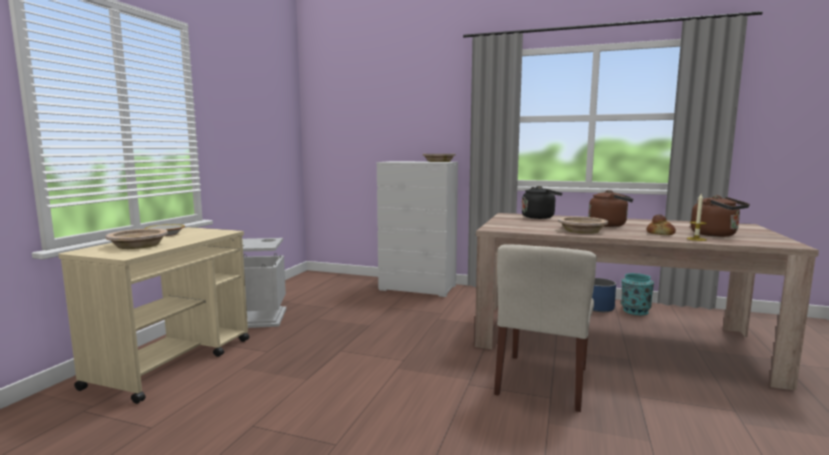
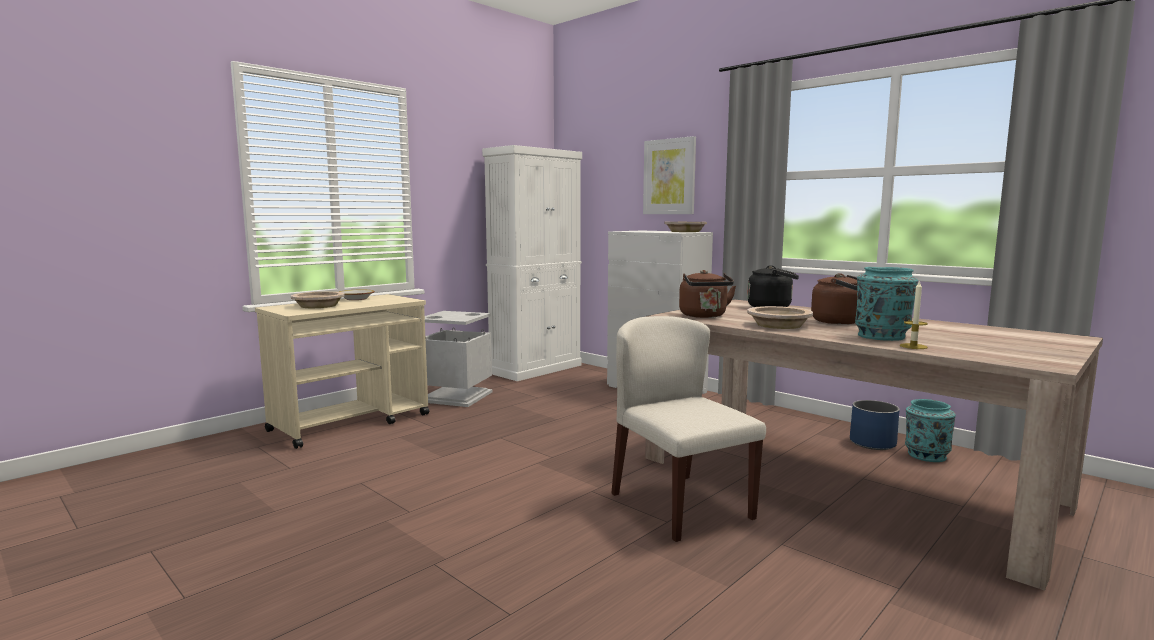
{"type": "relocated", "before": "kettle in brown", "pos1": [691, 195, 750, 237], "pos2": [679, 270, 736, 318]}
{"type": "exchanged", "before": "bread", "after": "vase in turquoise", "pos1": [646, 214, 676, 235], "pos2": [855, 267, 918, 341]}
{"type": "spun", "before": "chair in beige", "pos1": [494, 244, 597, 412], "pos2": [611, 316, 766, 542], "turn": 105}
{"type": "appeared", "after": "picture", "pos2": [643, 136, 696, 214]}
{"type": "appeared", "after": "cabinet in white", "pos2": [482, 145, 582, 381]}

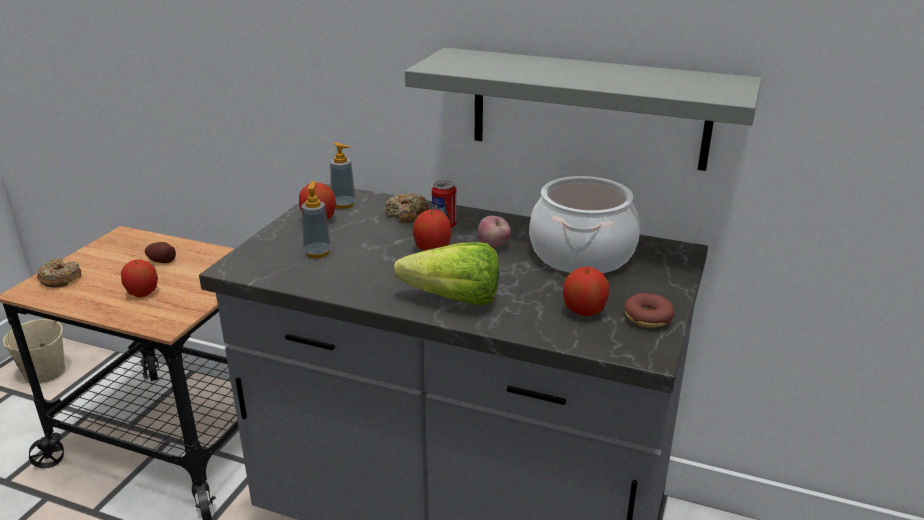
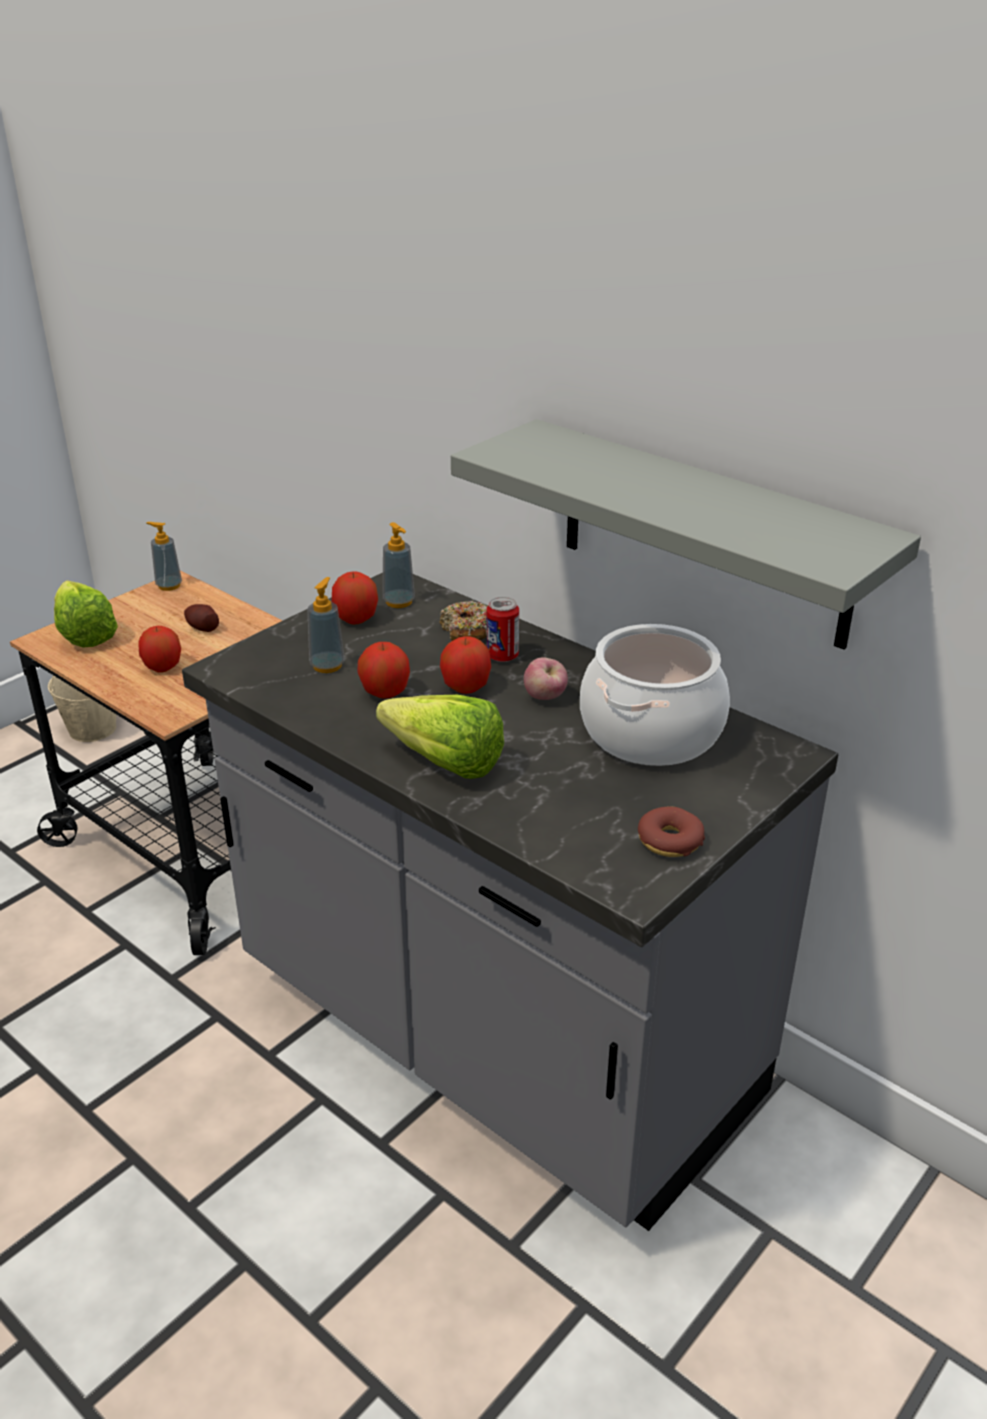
{"type": "exchanged", "before": "donut", "after": "lettuce", "pos1": [37, 258, 81, 288], "pos2": [54, 580, 118, 647]}
{"type": "relocated", "before": "apple", "pos1": [563, 266, 609, 316], "pos2": [357, 642, 410, 699]}
{"type": "appeared", "after": "soap dispenser", "pos2": [146, 522, 182, 591]}

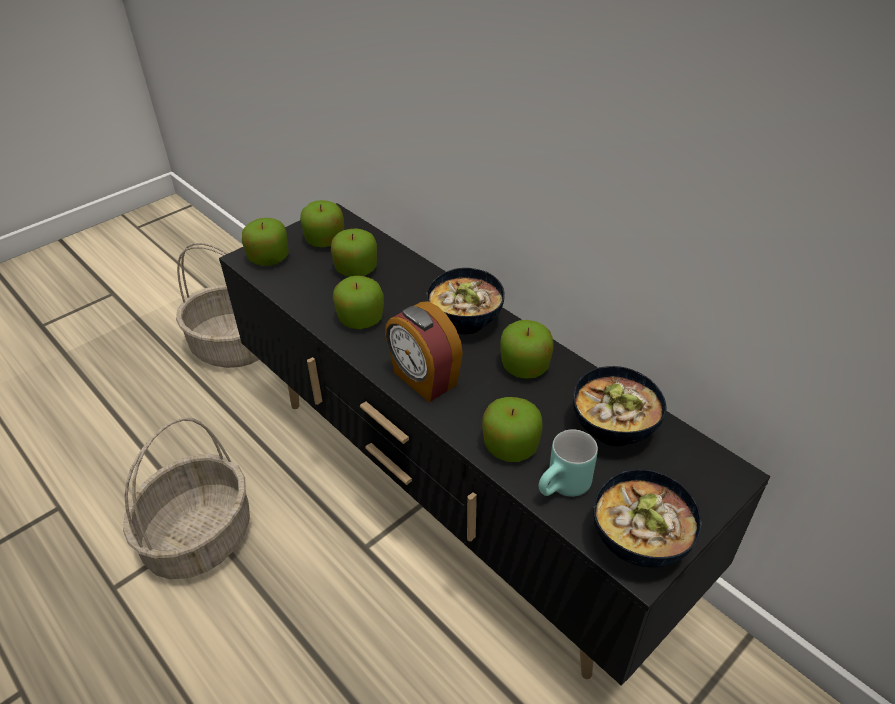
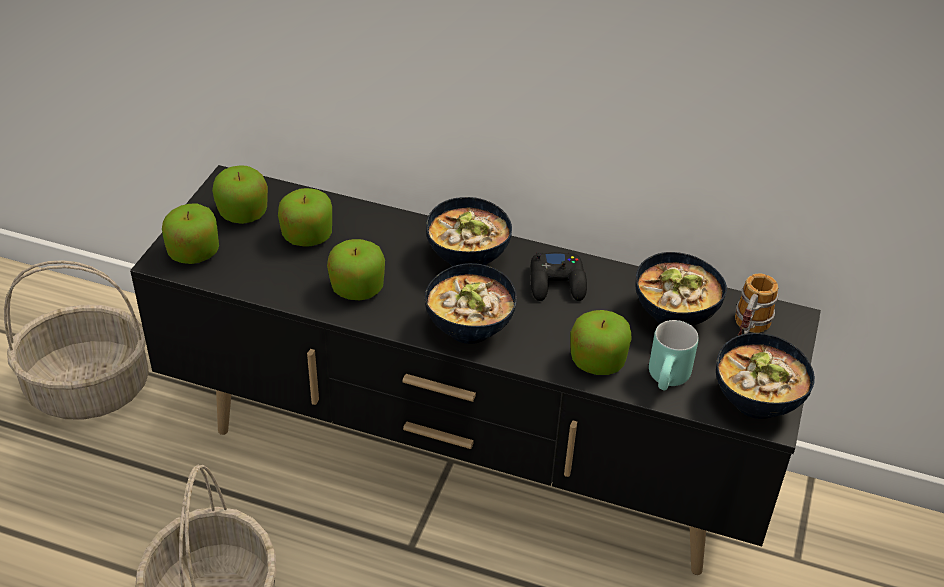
{"type": "exchanged", "before": "alarm clock", "after": "bowl", "pos1": [385, 301, 463, 402], "pos2": [425, 263, 517, 344]}
{"type": "exchanged", "before": "apple", "after": "game controller in black", "pos1": [500, 320, 554, 379], "pos2": [530, 252, 587, 301]}
{"type": "appeared", "after": "mug", "pos2": [735, 274, 778, 335]}

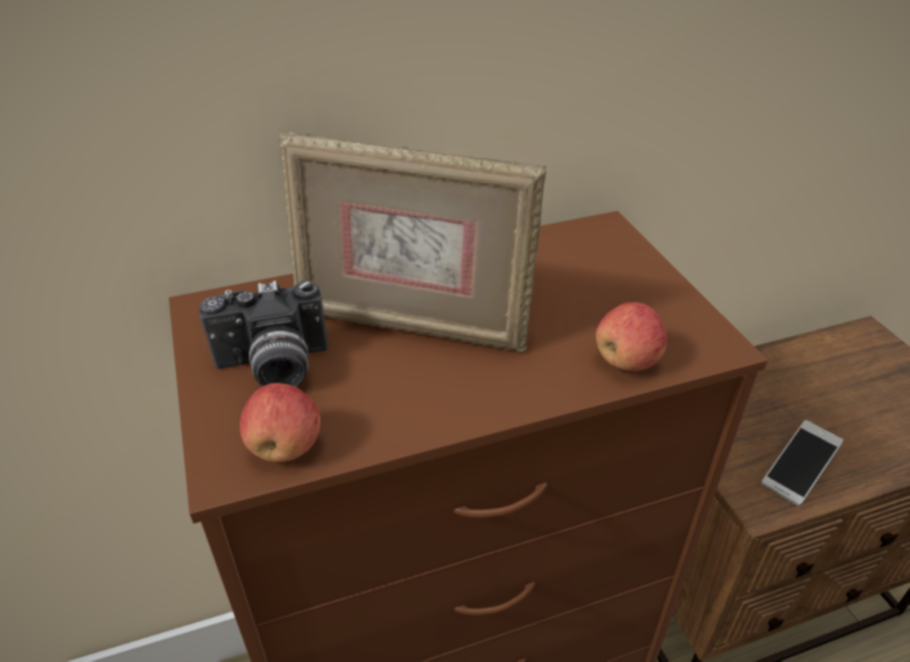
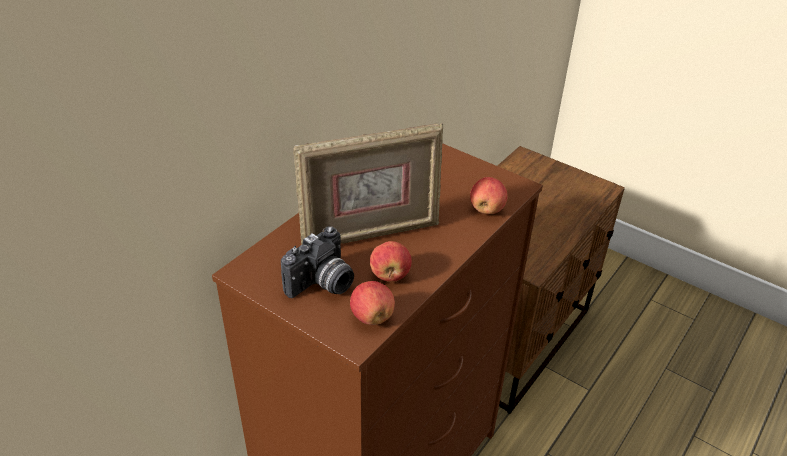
{"type": "missing", "before": "phone", "pos1": [761, 420, 843, 506]}
{"type": "appeared", "after": "apple", "pos2": [370, 241, 412, 282]}

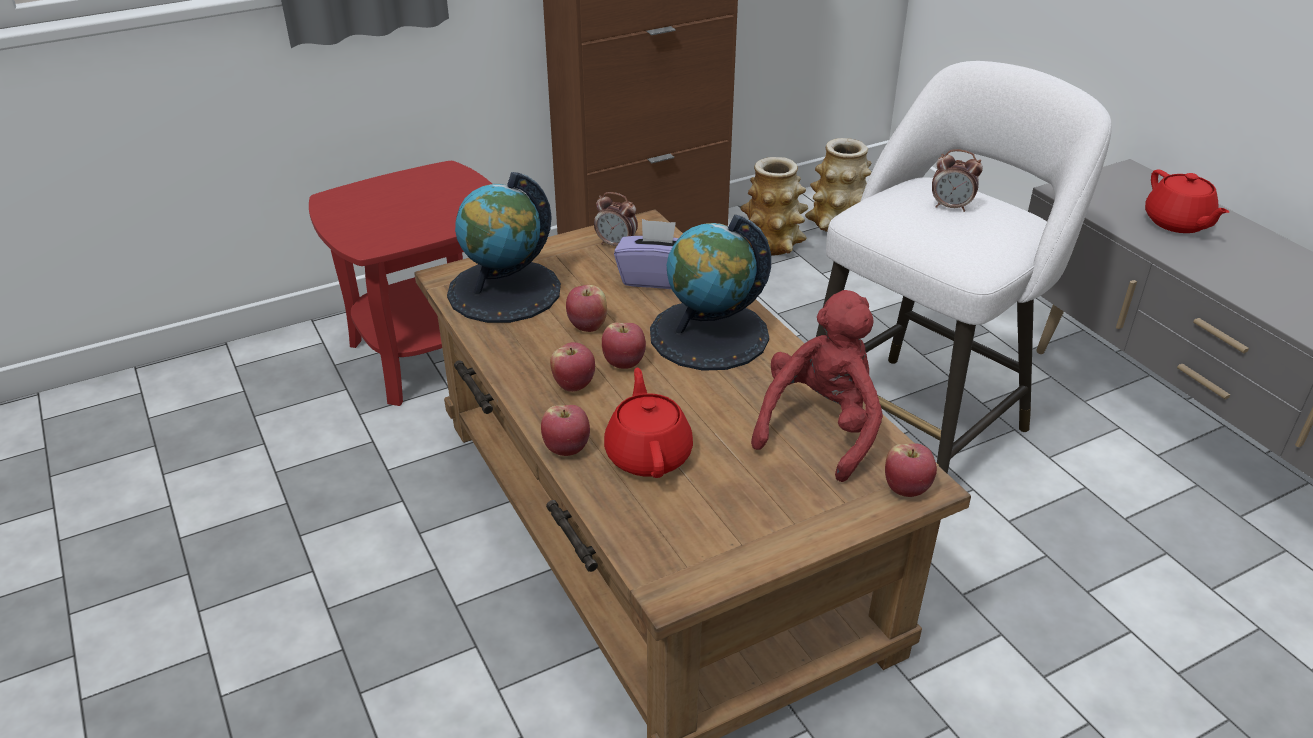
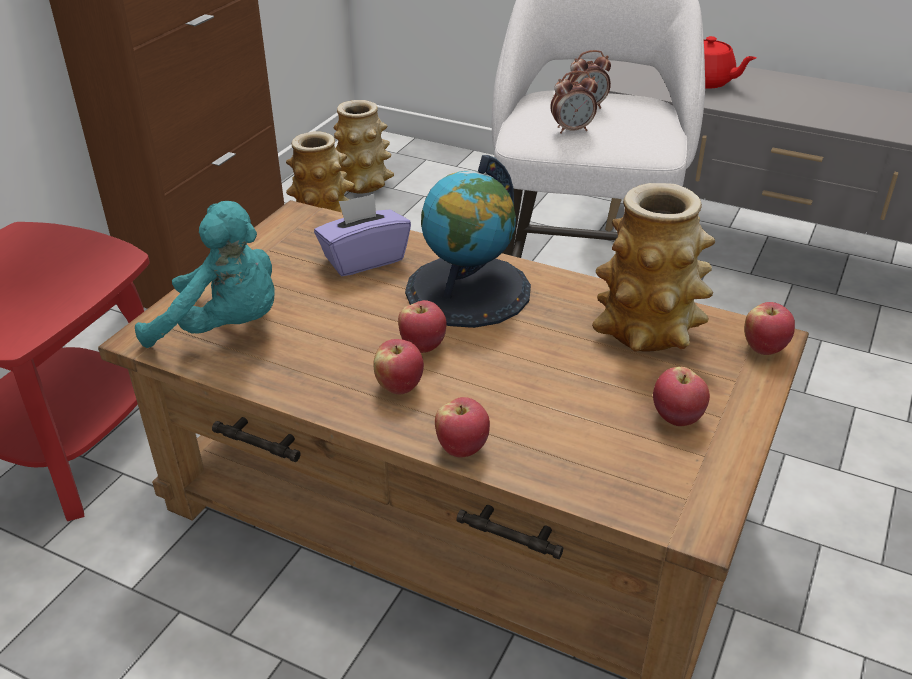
{"type": "exchanged", "before": "globe", "after": "plush toy in turquoise", "pos1": [447, 172, 561, 323], "pos2": [135, 201, 275, 348]}
{"type": "relocated", "before": "alarm clock", "pos1": [594, 192, 638, 246], "pos2": [550, 71, 598, 134]}
{"type": "relocated", "before": "apple", "pos1": [566, 285, 607, 332], "pos2": [653, 367, 710, 426]}
{"type": "exchanged", "before": "plush toy in red", "after": "vase", "pos1": [751, 290, 883, 482], "pos2": [592, 183, 715, 352]}
{"type": "missing", "before": "teapot in red", "pos1": [604, 368, 693, 478]}

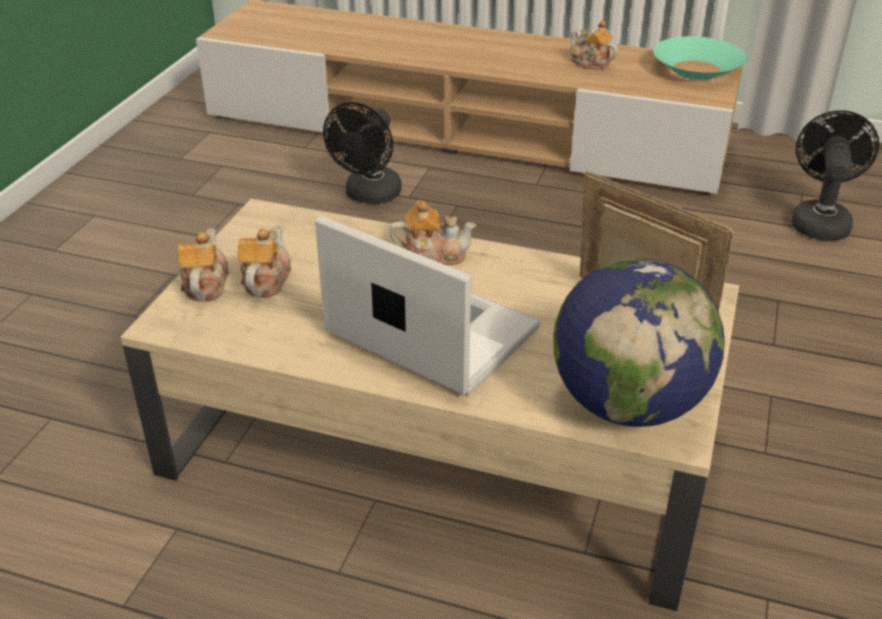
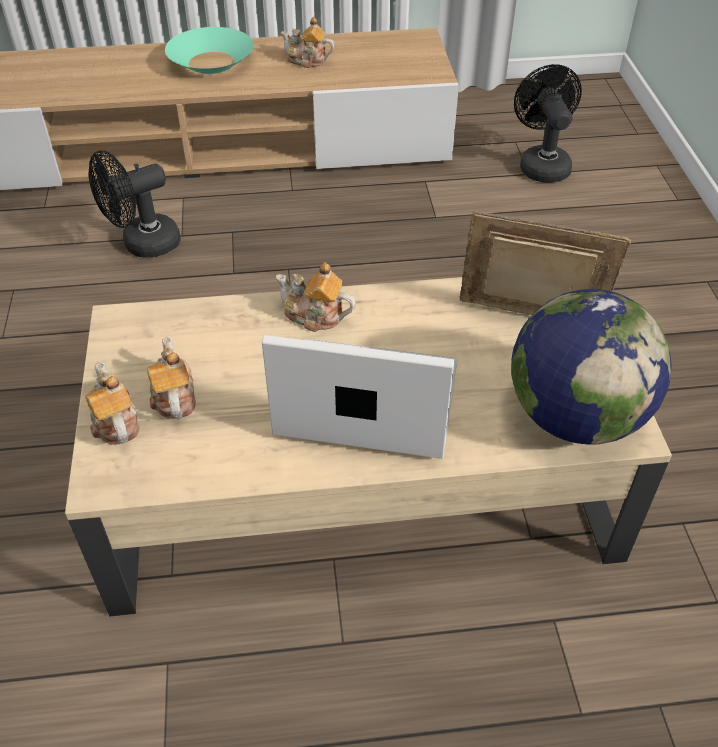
{"type": "relocated", "before": "bowl in turquoise", "pos1": [653, 36, 747, 80], "pos2": [165, 27, 254, 74]}
{"type": "spun", "before": "fan in black", "pos1": [323, 102, 401, 204], "pos2": [88, 150, 181, 258], "turn": 60}
{"type": "spun", "before": "teapot", "pos1": [390, 200, 476, 265], "pos2": [276, 262, 356, 332], "turn": -135}

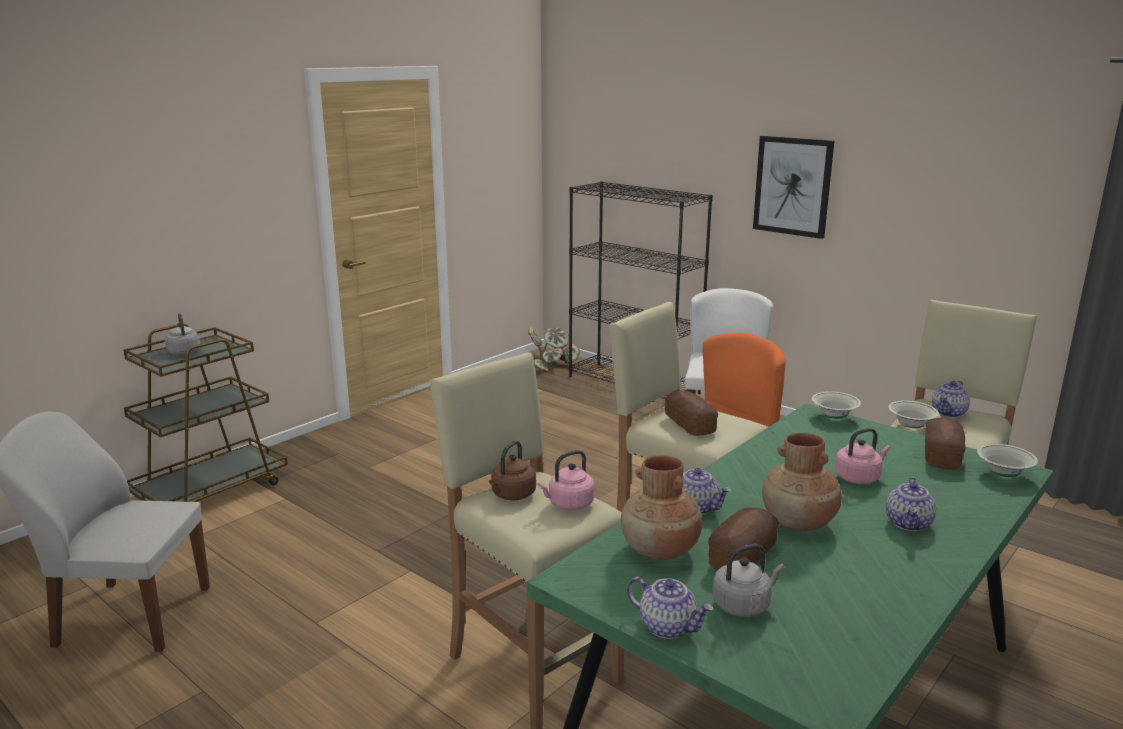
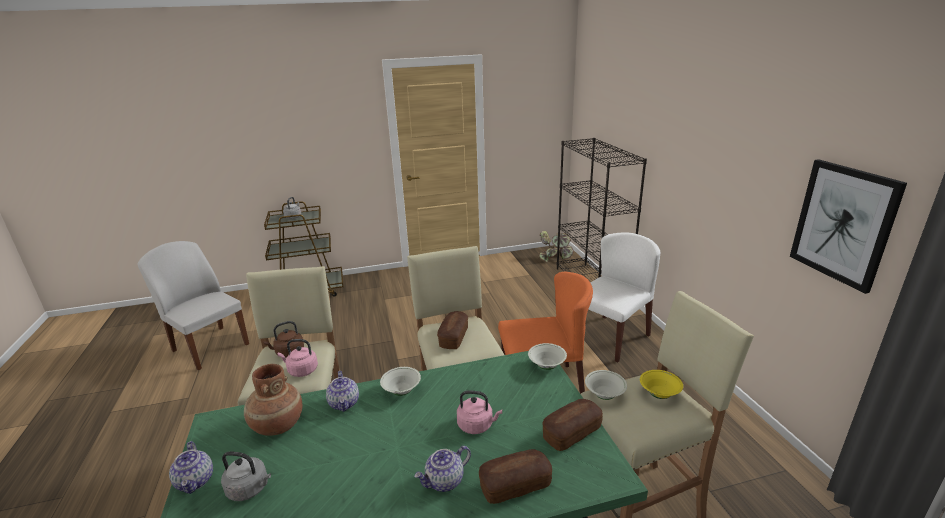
{"type": "relocated", "before": "picture", "pos1": [753, 136, 834, 239], "pos2": [790, 159, 907, 294]}
{"type": "exchanged", "before": "teapot", "after": "bowl in yellow", "pos1": [932, 381, 970, 418], "pos2": [640, 370, 683, 399]}
{"type": "missing", "before": "vase in brown", "pos1": [762, 433, 842, 531]}
{"type": "relocated", "before": "bowl in white", "pos1": [977, 444, 1038, 477], "pos2": [380, 367, 421, 396]}
{"type": "relocated", "before": "bread", "pos1": [708, 508, 779, 570], "pos2": [479, 449, 552, 504]}

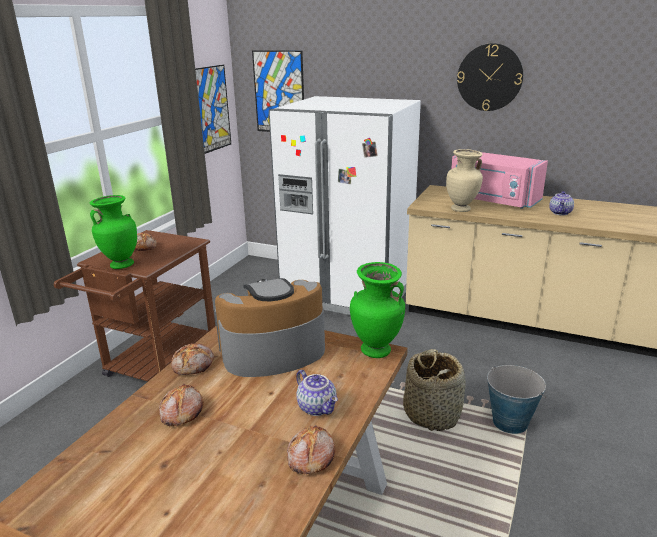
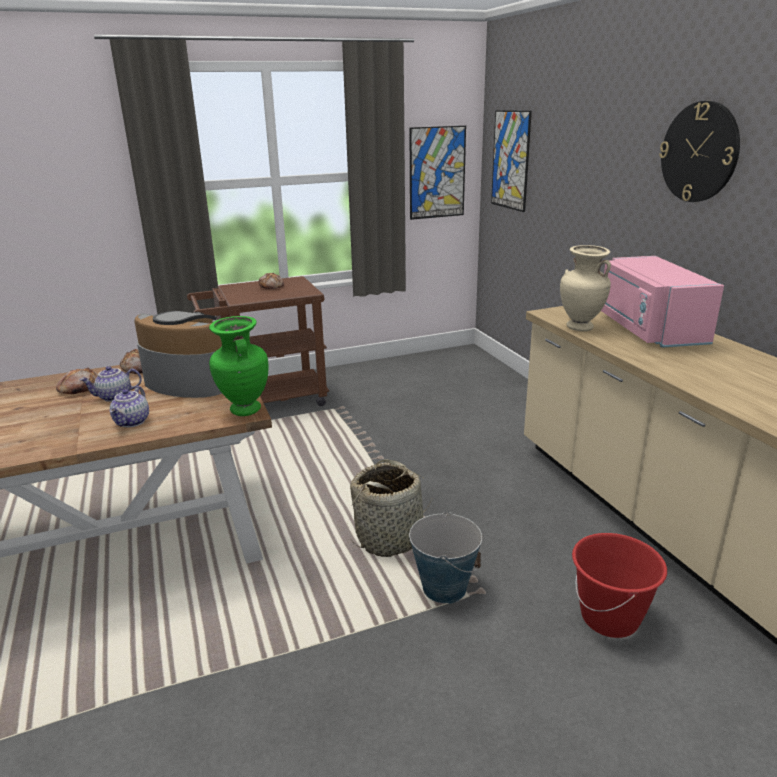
{"type": "missing", "before": "fridge in white", "pos1": [269, 96, 421, 315]}
{"type": "relocated", "before": "teapot", "pos1": [549, 191, 574, 215], "pos2": [80, 366, 142, 402]}
{"type": "missing", "before": "vase in green", "pos1": [89, 195, 137, 269]}
{"type": "missing", "before": "bread", "pos1": [287, 425, 336, 474]}
{"type": "appeared", "after": "bucket in red", "pos2": [572, 533, 667, 638]}

